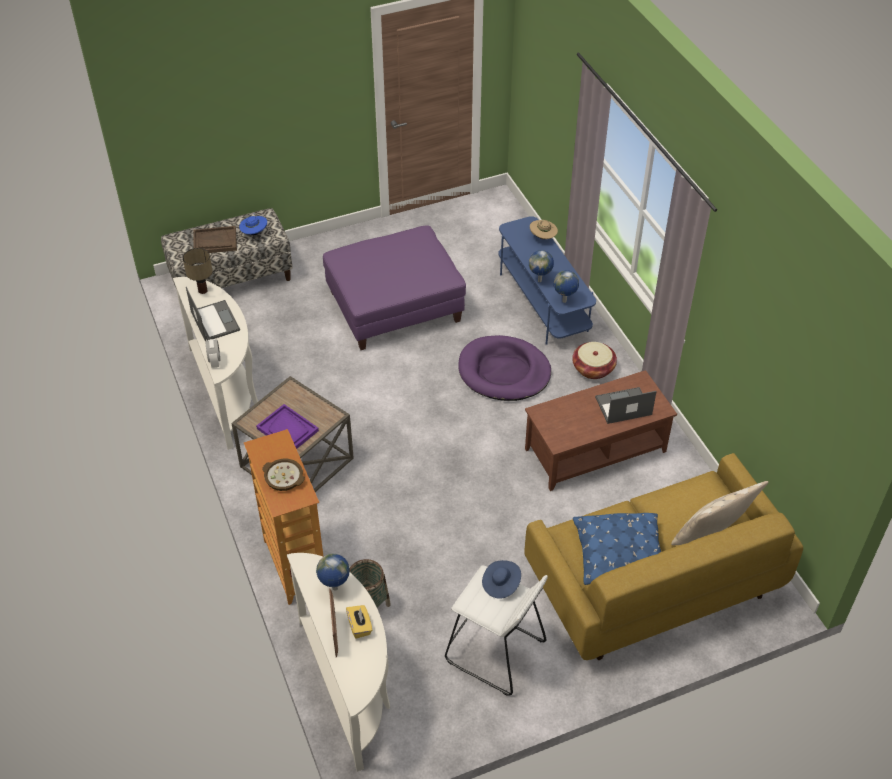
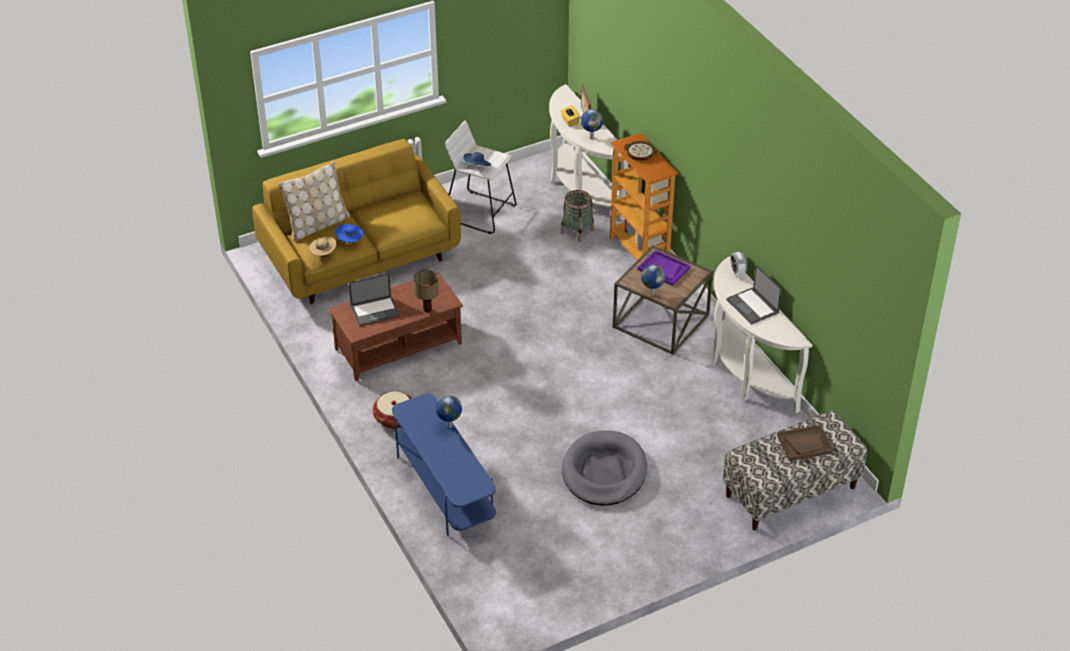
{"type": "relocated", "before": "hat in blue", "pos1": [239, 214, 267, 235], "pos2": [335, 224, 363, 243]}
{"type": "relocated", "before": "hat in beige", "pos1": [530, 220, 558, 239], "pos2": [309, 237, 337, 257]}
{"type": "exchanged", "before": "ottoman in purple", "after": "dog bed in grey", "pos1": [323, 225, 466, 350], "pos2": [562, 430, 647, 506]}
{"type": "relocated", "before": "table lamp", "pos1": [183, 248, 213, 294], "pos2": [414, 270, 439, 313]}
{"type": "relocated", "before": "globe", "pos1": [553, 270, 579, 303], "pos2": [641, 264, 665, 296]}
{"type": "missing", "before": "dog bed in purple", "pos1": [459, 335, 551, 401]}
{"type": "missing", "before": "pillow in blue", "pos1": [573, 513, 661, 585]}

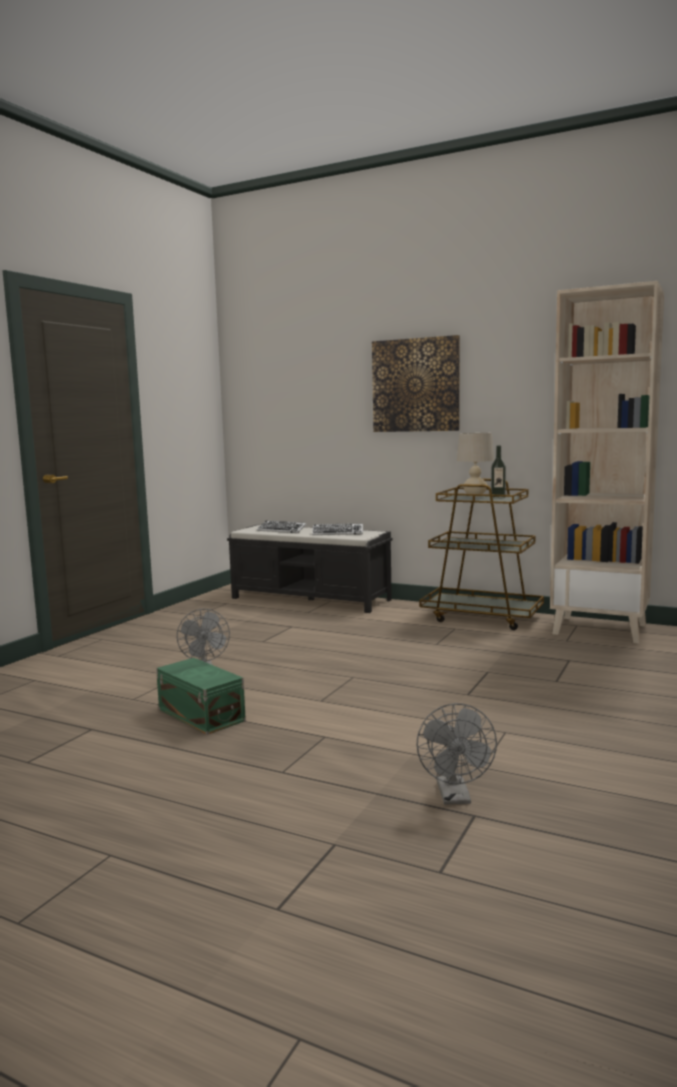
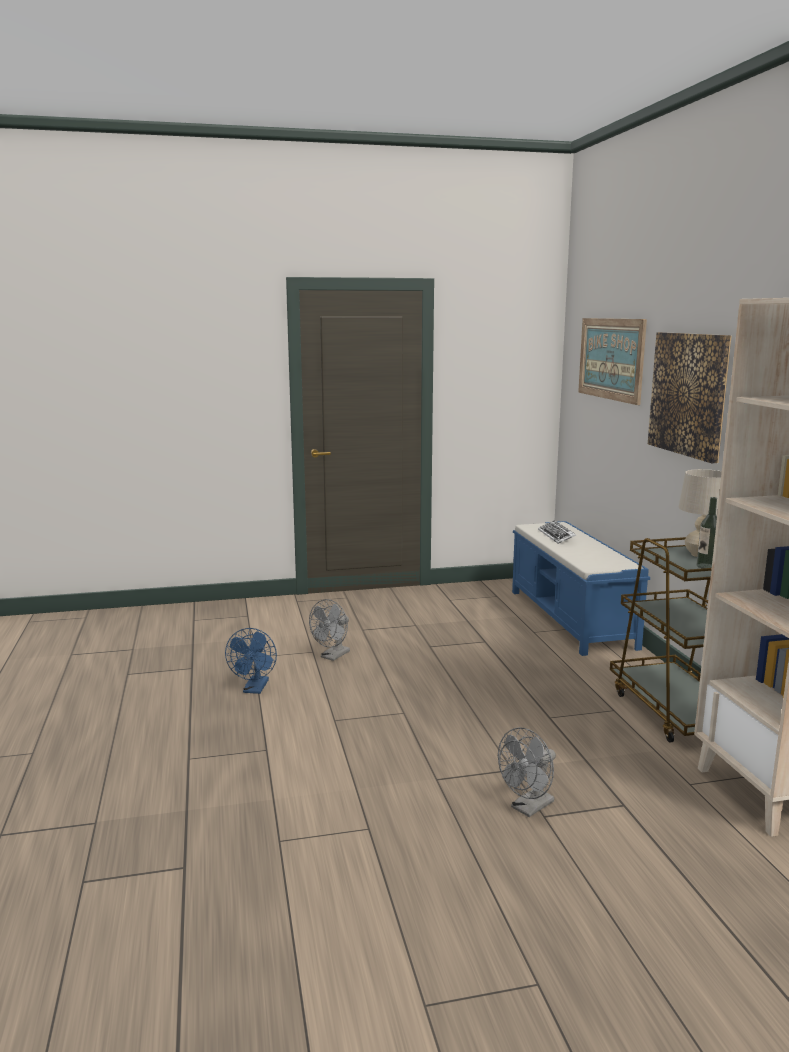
{"type": "missing", "before": "keyboard", "pos1": [312, 524, 363, 535]}
{"type": "colour", "before": "bench in black", "after": "bench in blue", "pos1": [227, 525, 393, 613], "pos2": [512, 521, 650, 656]}
{"type": "exchanged", "before": "storage box in green", "after": "fan in blue", "pos1": [156, 658, 246, 735], "pos2": [225, 628, 277, 694]}
{"type": "relocated", "before": "fan in grey", "pos1": [417, 703, 497, 805], "pos2": [498, 727, 556, 817]}
{"type": "appeared", "after": "picture", "pos2": [578, 318, 647, 405]}

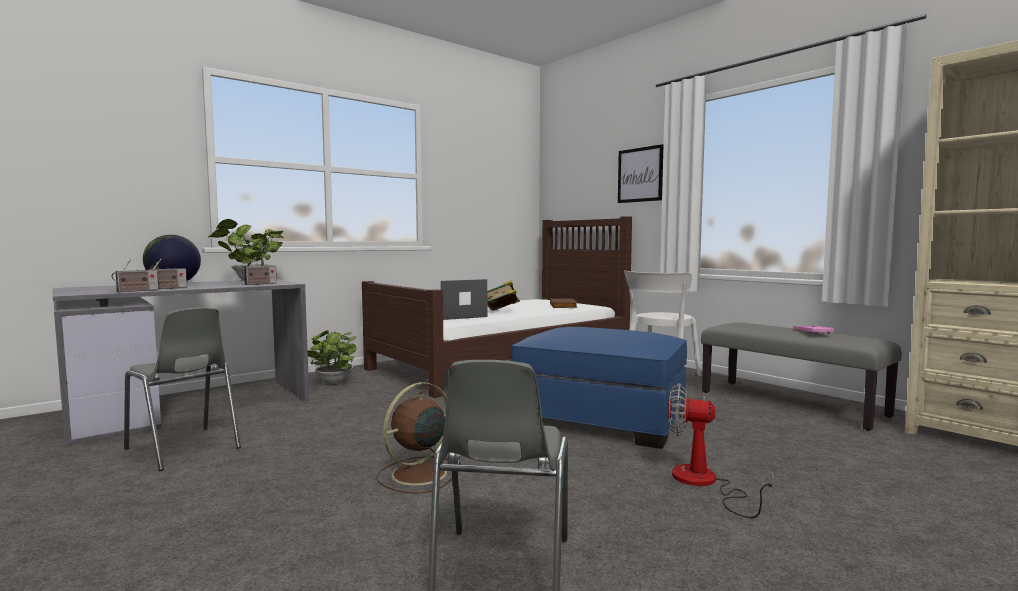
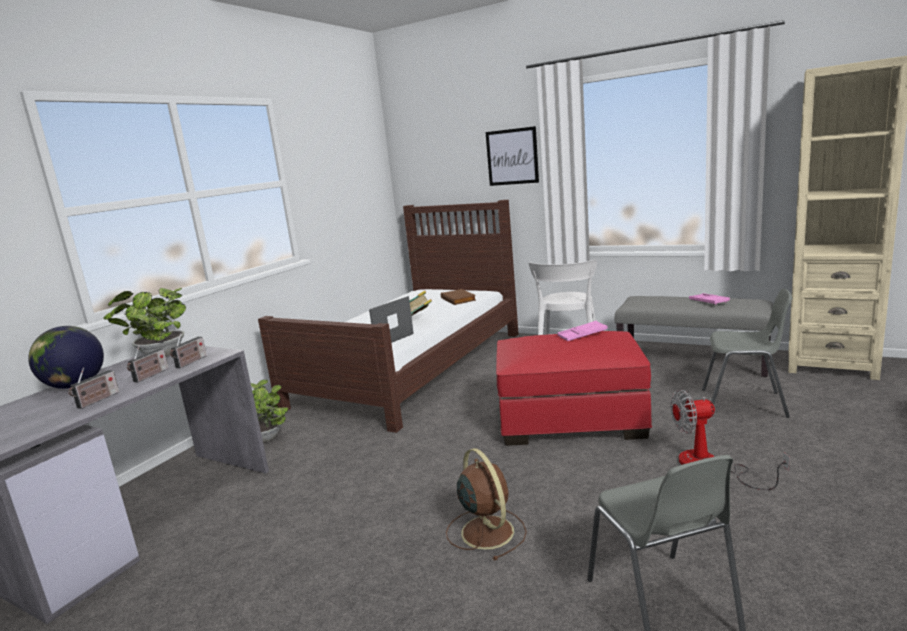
{"type": "relocated", "before": "radio", "pos1": [112, 260, 159, 292], "pos2": [127, 345, 169, 382]}
{"type": "relocated", "before": "chair in grey", "pos1": [124, 307, 241, 471], "pos2": [702, 289, 792, 418]}
{"type": "colour", "before": "ottoman in blue", "after": "ottoman in red", "pos1": [511, 327, 687, 449], "pos2": [496, 331, 652, 446]}
{"type": "spun", "before": "fan in brown", "pos1": [376, 382, 461, 494], "pos2": [446, 448, 527, 560], "turn": 135}
{"type": "appeared", "after": "tray in pink", "pos2": [557, 320, 608, 341]}

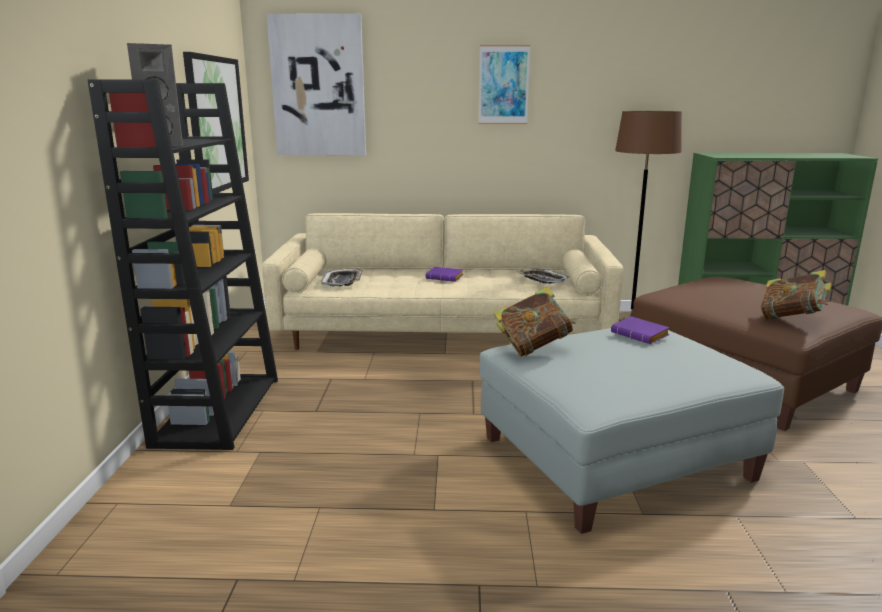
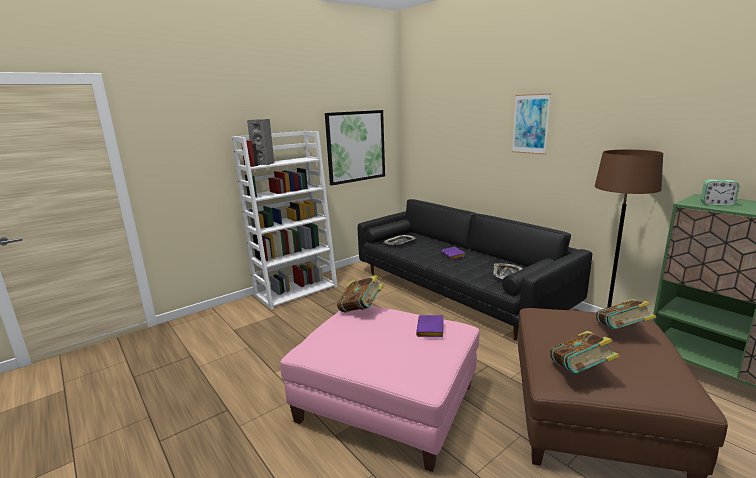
{"type": "missing", "before": "picture", "pos1": [267, 13, 366, 155]}
{"type": "colour", "before": "bookcase in black", "after": "bookcase in white", "pos1": [88, 79, 278, 450], "pos2": [232, 131, 338, 310]}
{"type": "colour", "before": "sofa in beige", "after": "sofa in black", "pos1": [262, 213, 623, 350], "pos2": [358, 199, 592, 340]}
{"type": "colour", "before": "ottoman in grey", "after": "ottoman in pink", "pos1": [480, 328, 784, 534], "pos2": [280, 305, 480, 472]}
{"type": "appeared", "after": "alarm clock", "pos2": [701, 180, 740, 206]}
{"type": "appeared", "after": "book", "pos2": [596, 299, 657, 329]}

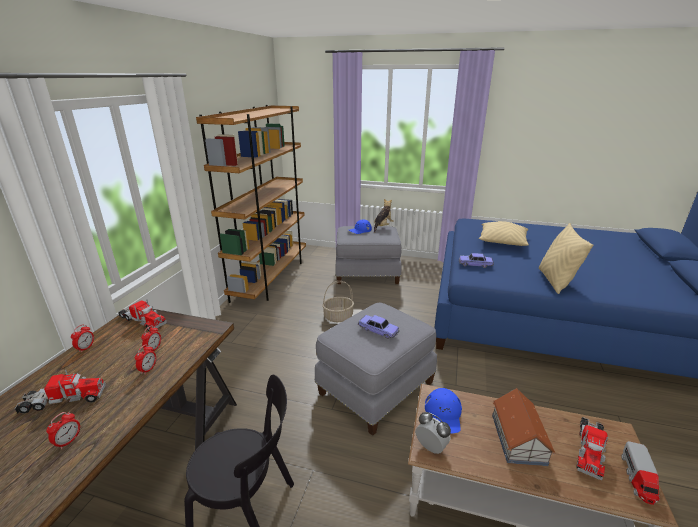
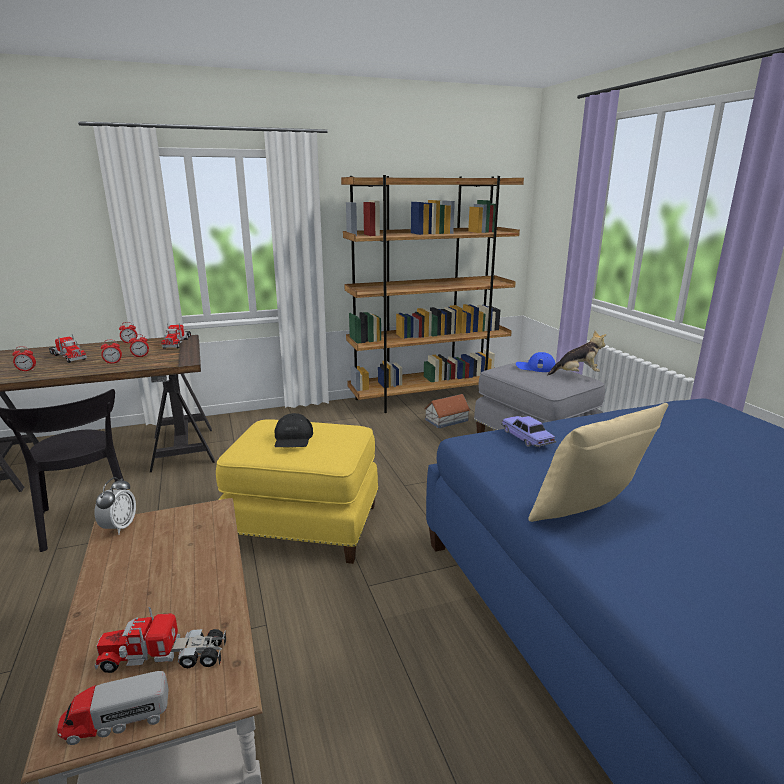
{"type": "missing", "before": "pillow in beige", "pos1": [479, 221, 529, 246]}
{"type": "missing", "before": "basket", "pos1": [322, 281, 354, 322]}
{"type": "colour", "before": "ottoman in grey", "after": "ottoman in yellow", "pos1": [315, 302, 437, 436], "pos2": [216, 419, 379, 564]}
{"type": "exchanged", "before": "toy car", "after": "cap in black", "pos1": [358, 315, 400, 339], "pos2": [274, 413, 313, 447]}
{"type": "missing", "before": "cap in blue", "pos1": [425, 388, 462, 433]}
{"type": "relocated", "before": "toy house", "pos1": [492, 388, 555, 466], "pos2": [424, 394, 471, 429]}

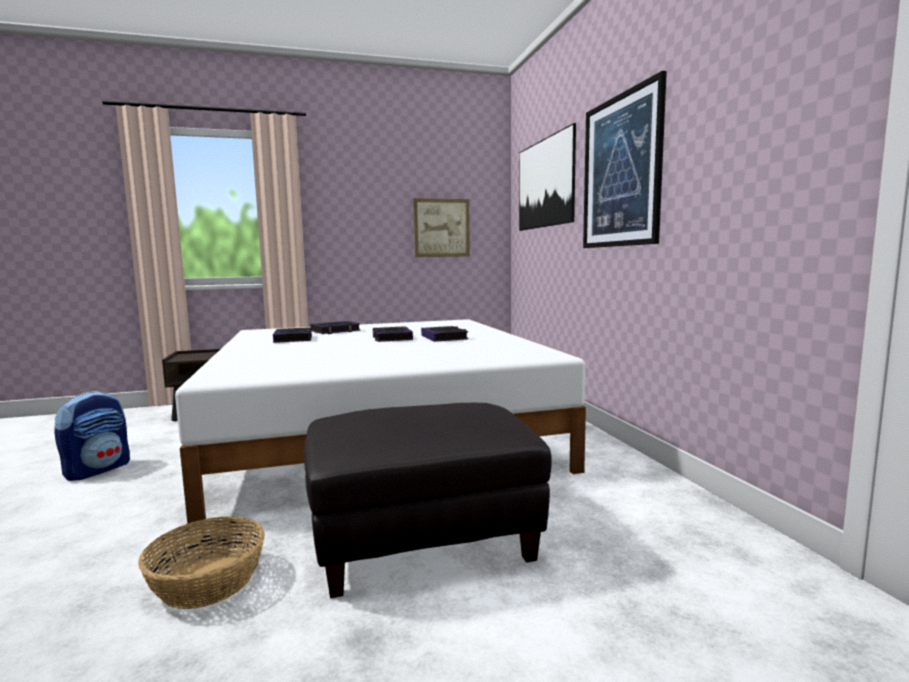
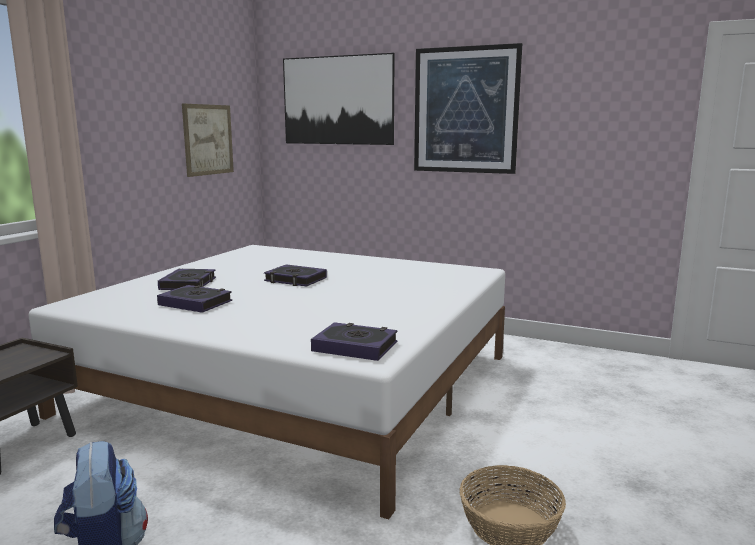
{"type": "relocated", "before": "book", "pos1": [421, 326, 468, 342], "pos2": [311, 322, 398, 361]}
{"type": "missing", "before": "ottoman in black", "pos1": [304, 403, 552, 598]}

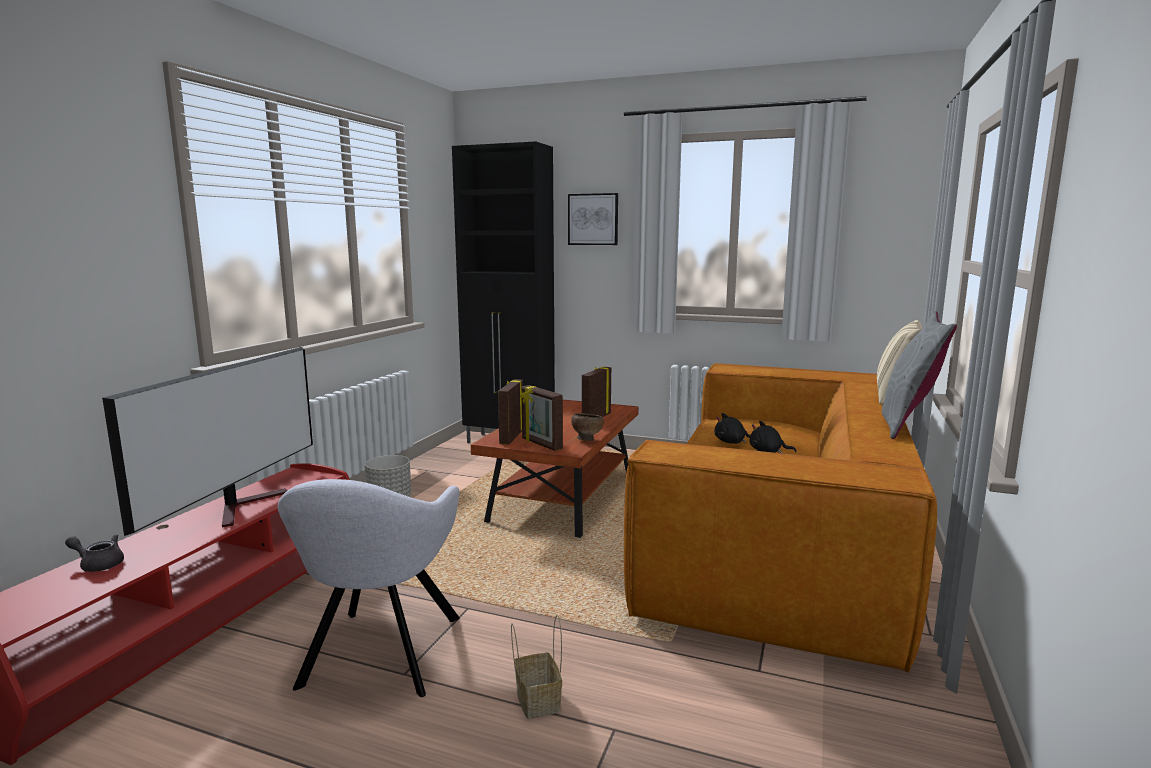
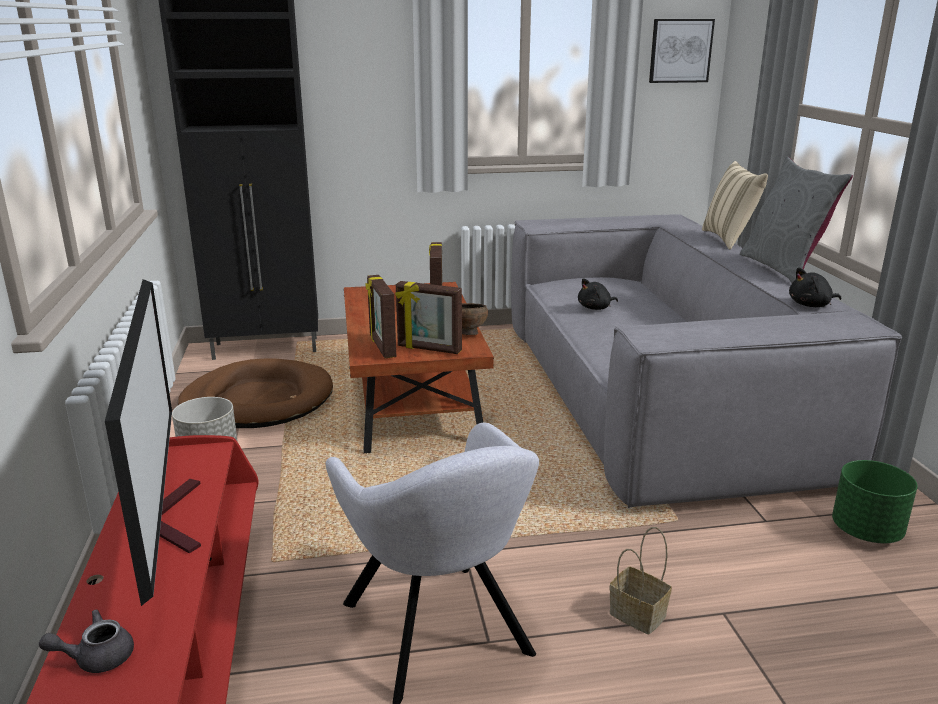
{"type": "relocated", "before": "picture", "pos1": [568, 193, 618, 245], "pos2": [649, 19, 715, 83]}
{"type": "colour", "before": "sofa in brown", "after": "sofa in grey", "pos1": [624, 363, 937, 673], "pos2": [511, 214, 903, 509]}
{"type": "relocated", "before": "plush toy in black", "pos1": [750, 421, 797, 453], "pos2": [789, 268, 841, 307]}
{"type": "appeared", "after": "dog bed in brown", "pos2": [178, 358, 333, 428]}
{"type": "appeared", "after": "planter in green", "pos2": [832, 460, 917, 543]}

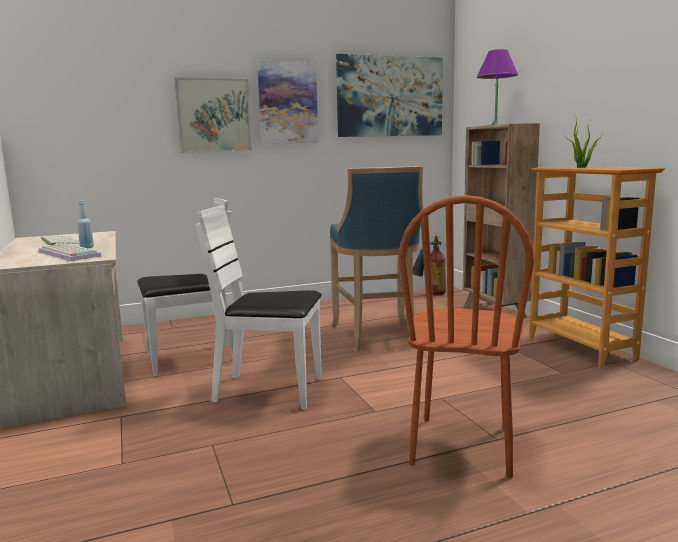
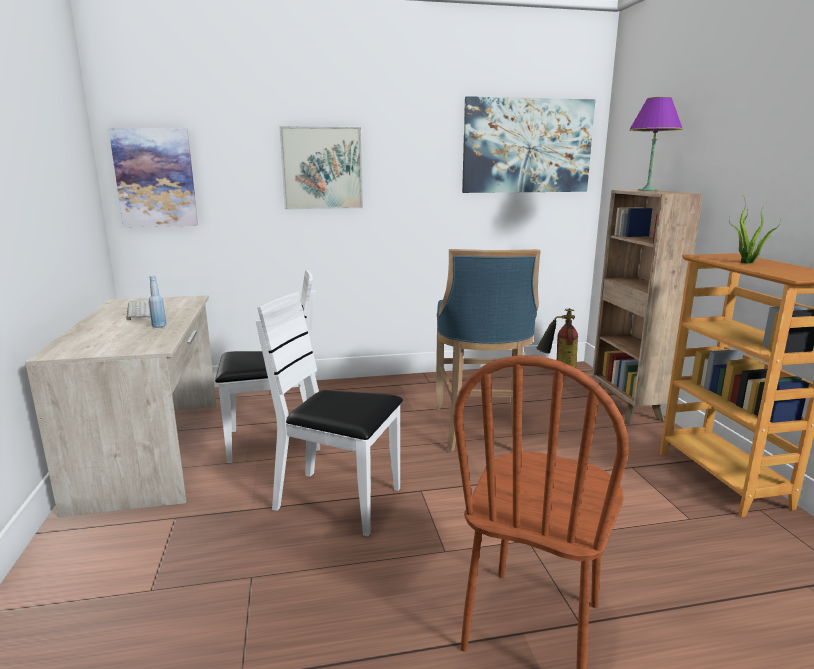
{"type": "relocated", "before": "picture", "pos1": [257, 60, 318, 144], "pos2": [109, 128, 198, 227]}
{"type": "missing", "before": "keyboard", "pos1": [39, 243, 101, 261]}

